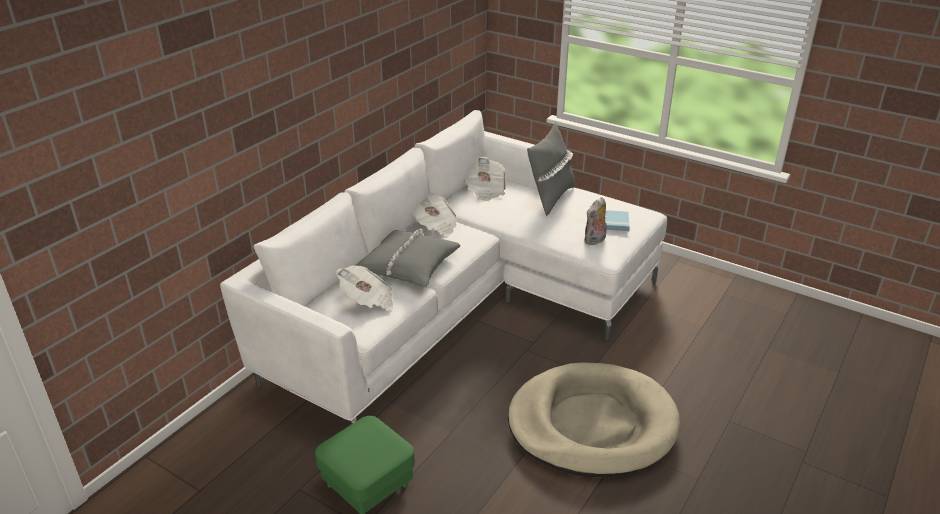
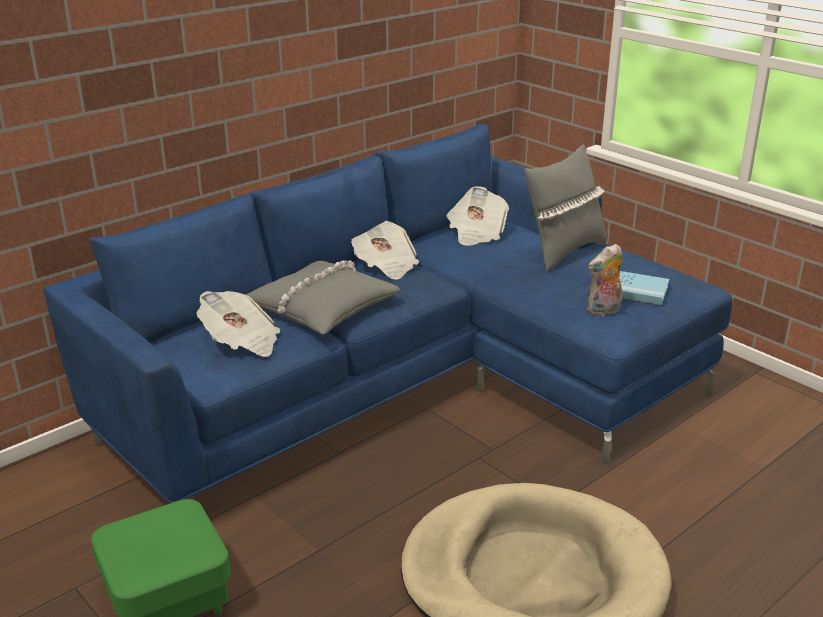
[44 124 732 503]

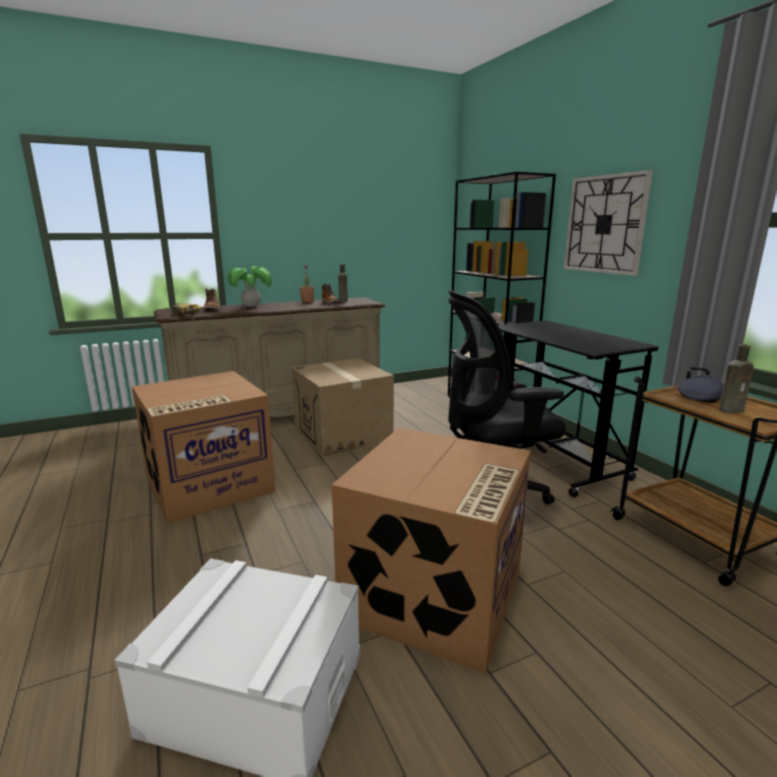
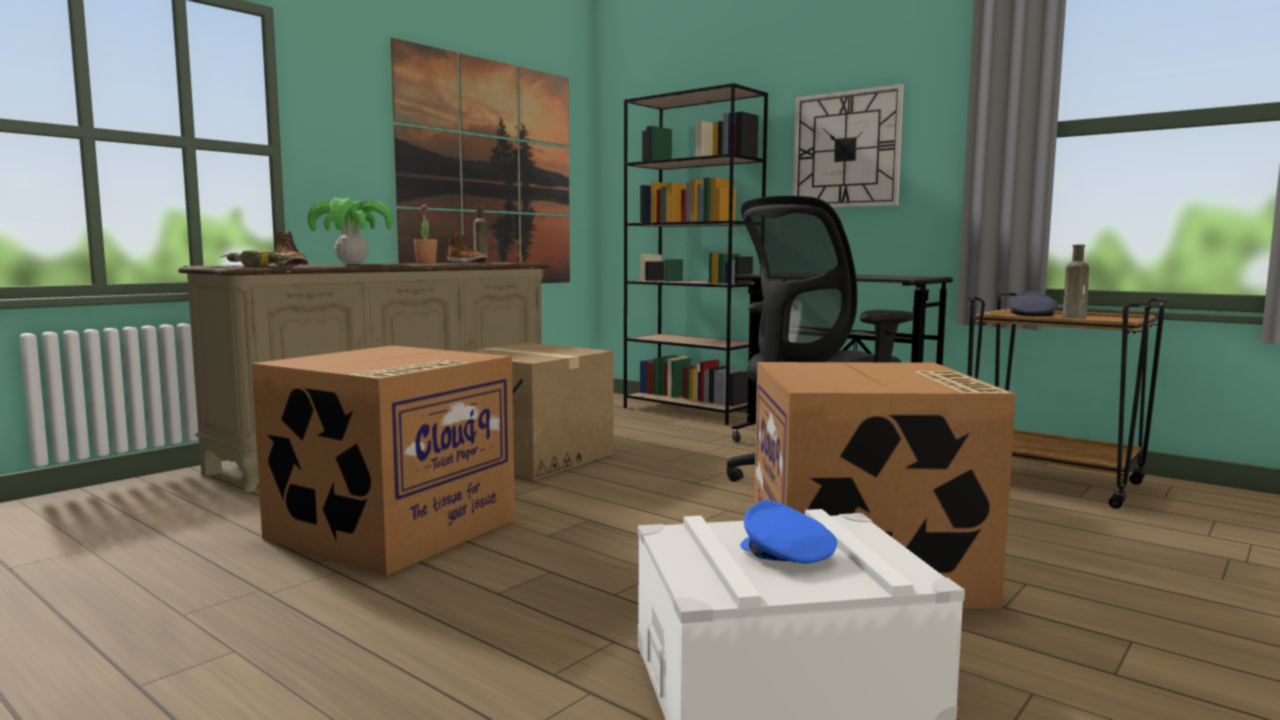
[390 38 570 283]
[740 500 837 564]

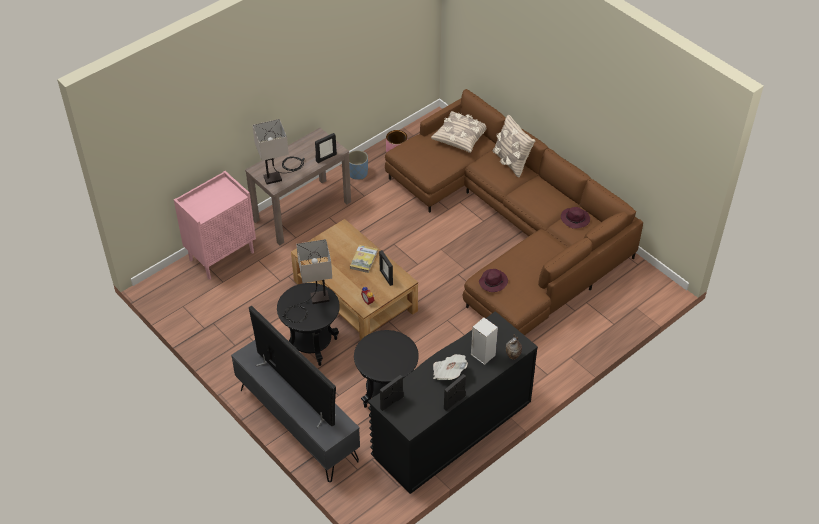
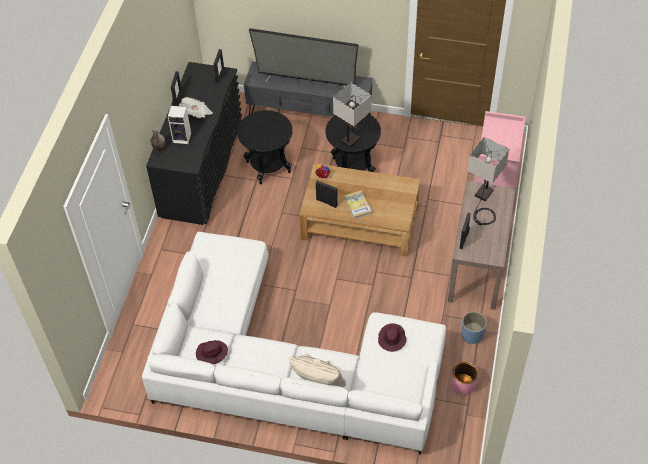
[142 232 446 455]
[431 111 486 153] (first image)
[378 323 407 352]

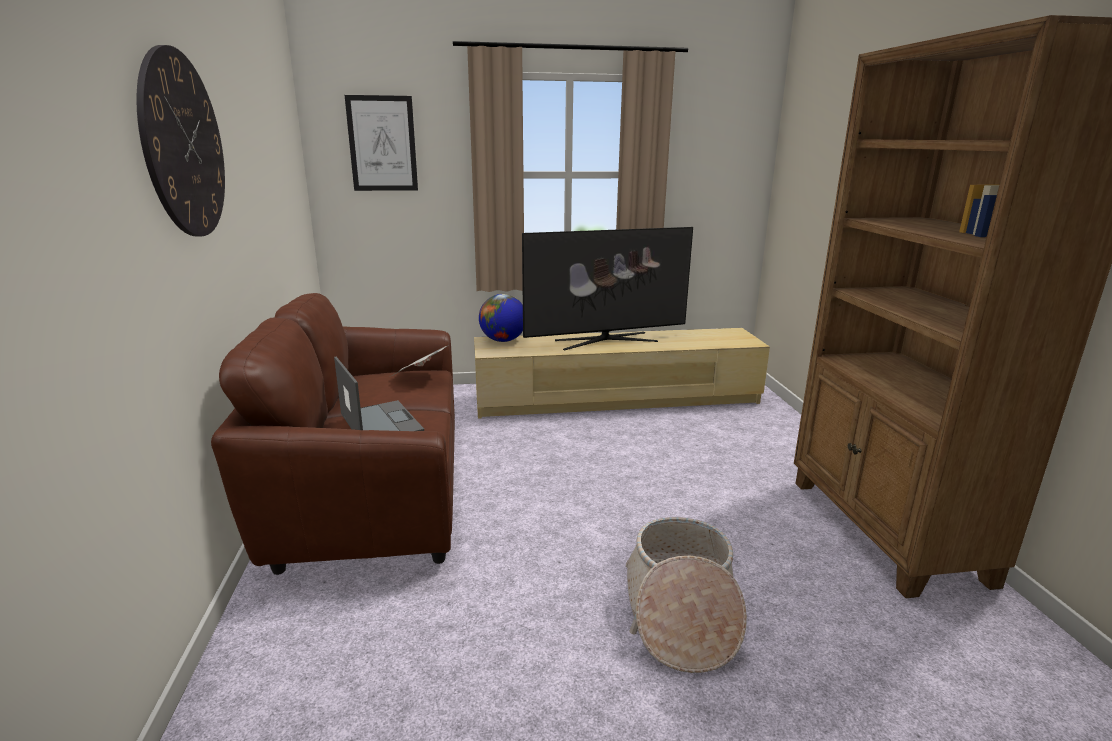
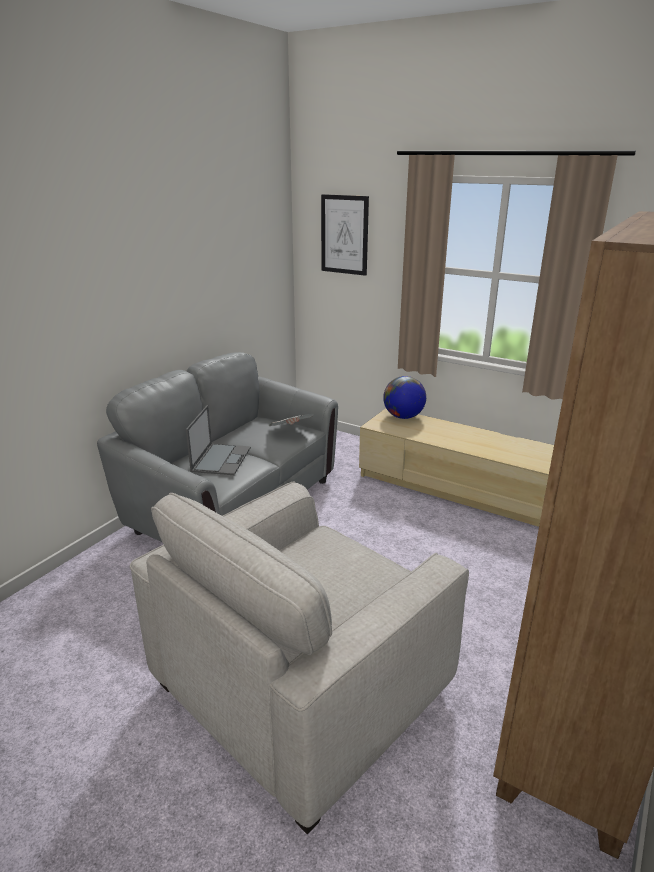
[136 45 225 237] (first image)
[522 227 693 350] (first image)
[97 352 338 542]
[130 481 469 834]

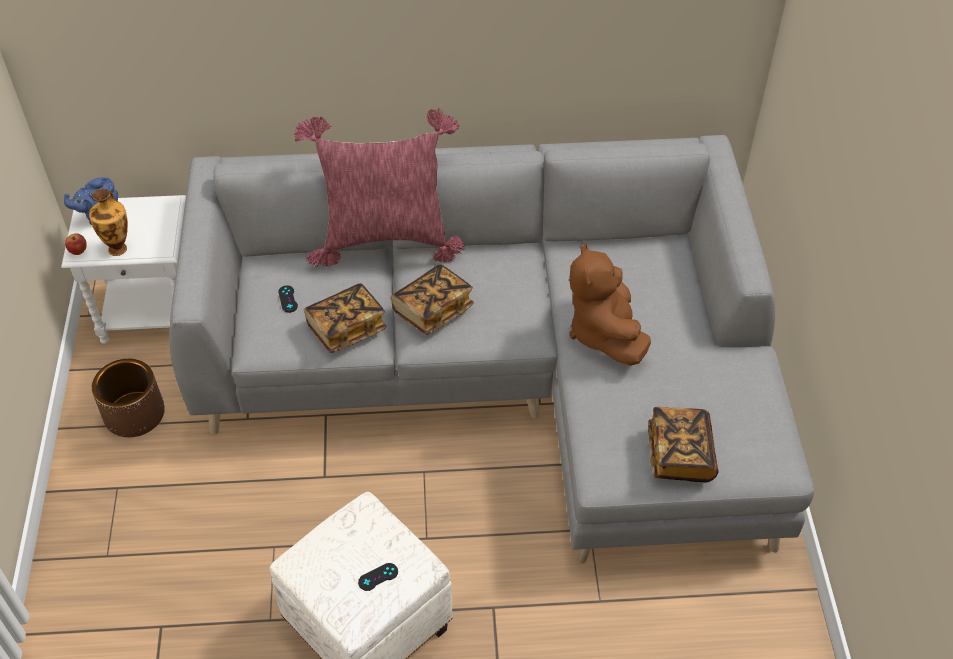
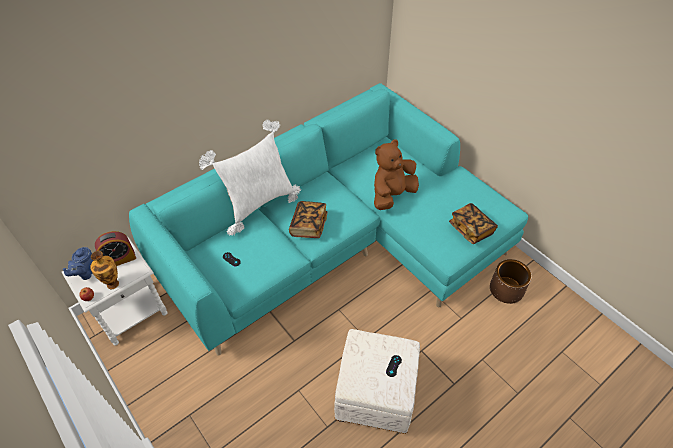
[199 119 302 236]
[129 83 528 356]
[374 140 419 210]
[304 284 386 353] (first image)
[490 259 532 304]
[95 231 136 266]

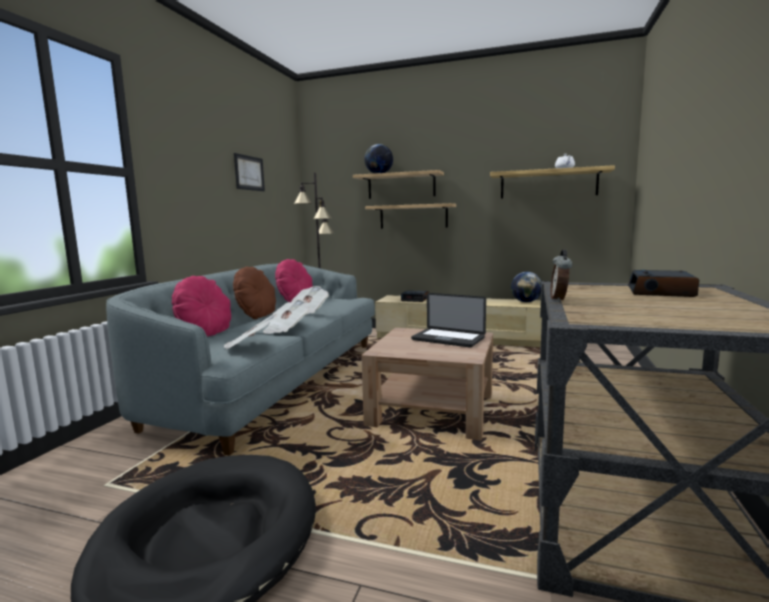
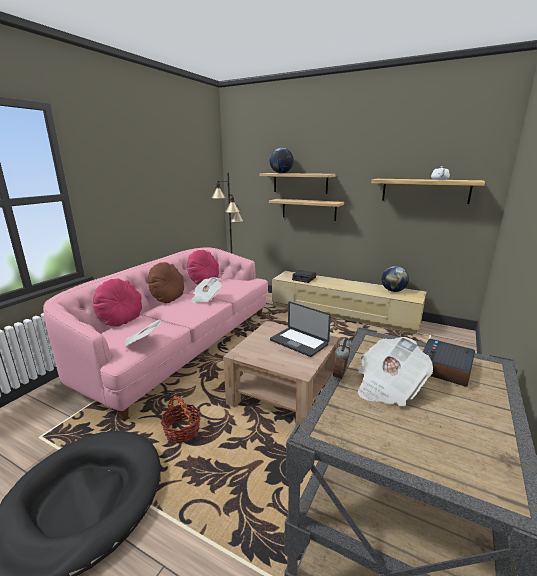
[234 153 265 191] (first image)
[43 247 268 421]
[358 337 433 406]
[161 396 201 443]

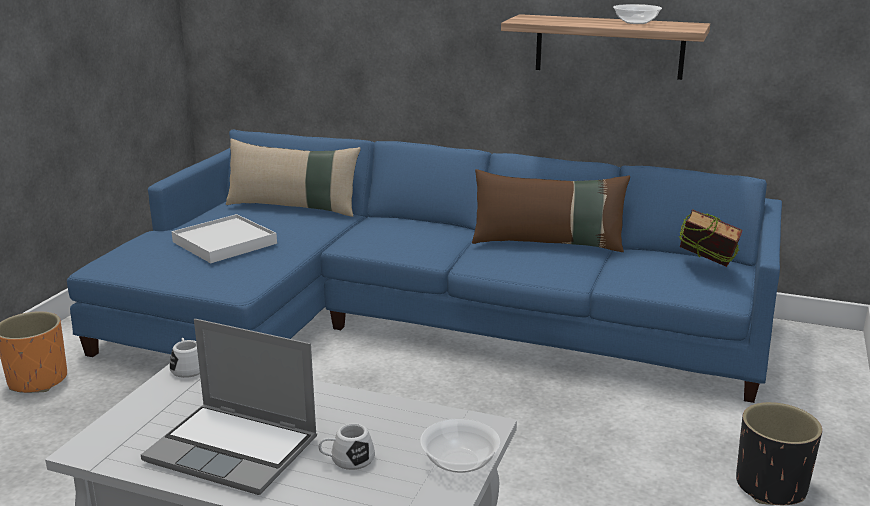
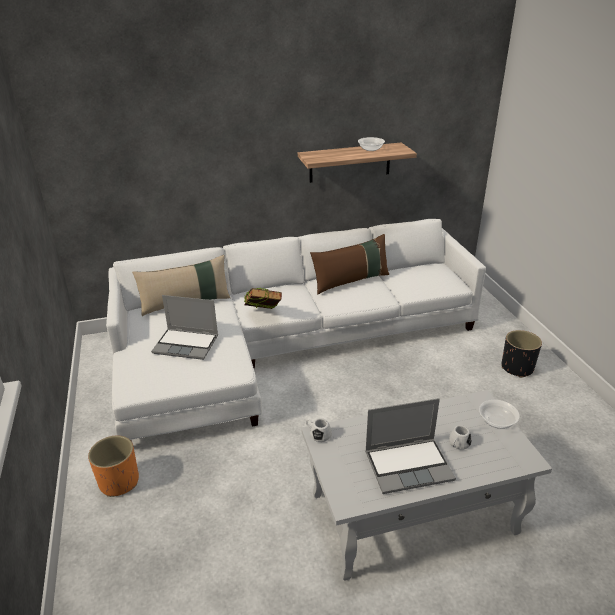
[106 219 486 441]
[244 288 282 309]
[151 295 218 360]

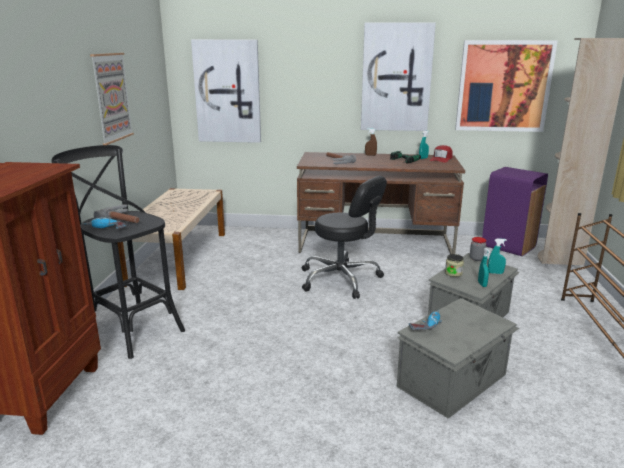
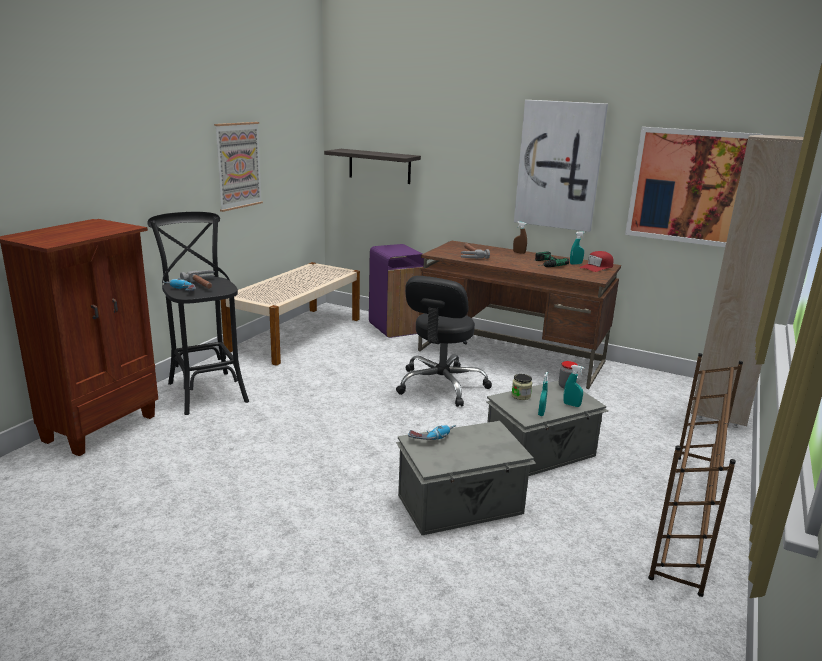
[324 149 421 184]
[369 244 424 338]
[396 276 492 407]

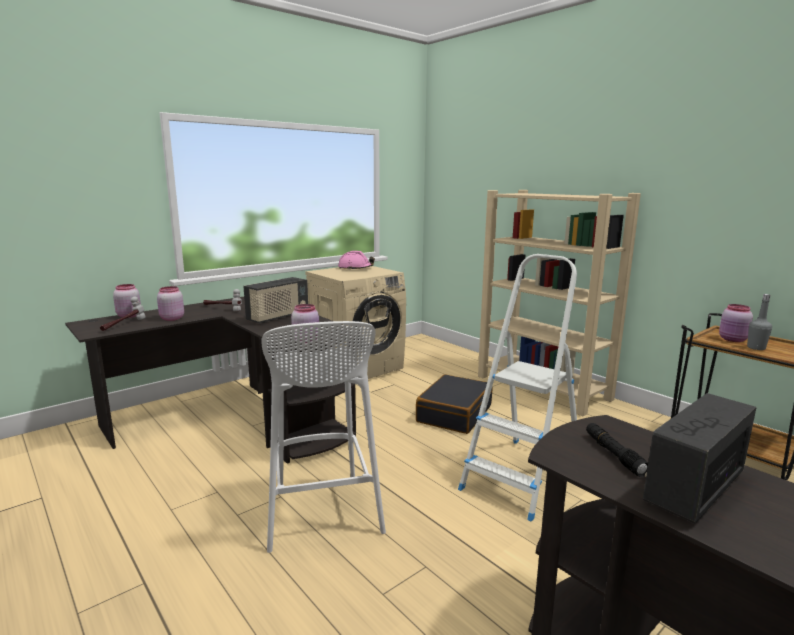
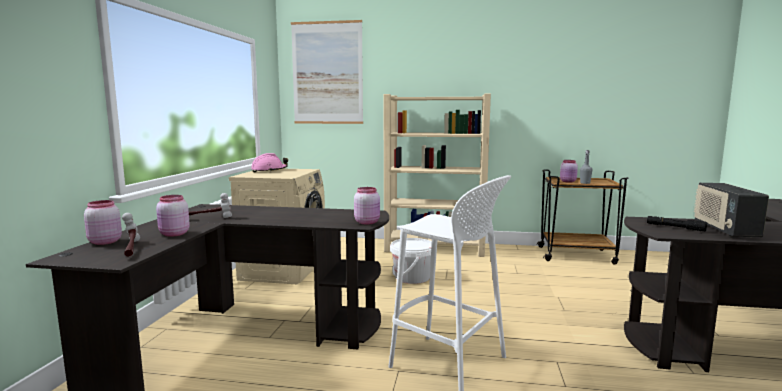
[458 254 577 521] (first image)
[244 277 308 323] (first image)
[390 238 432 284]
[291 20 363 124]

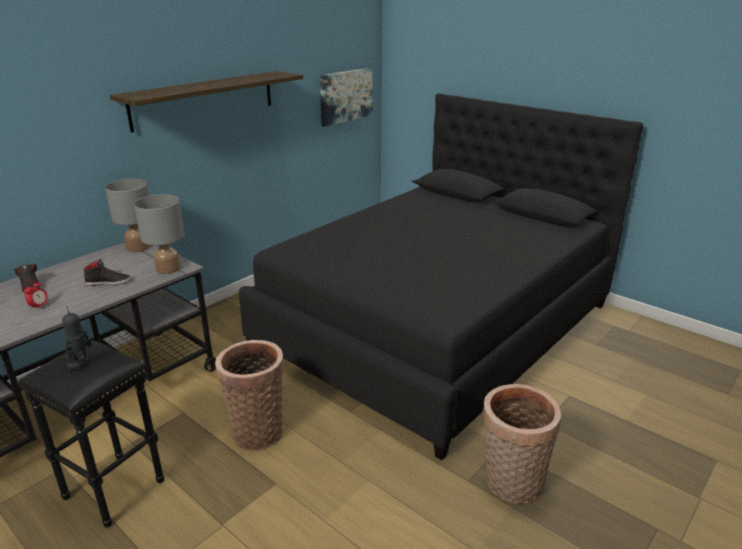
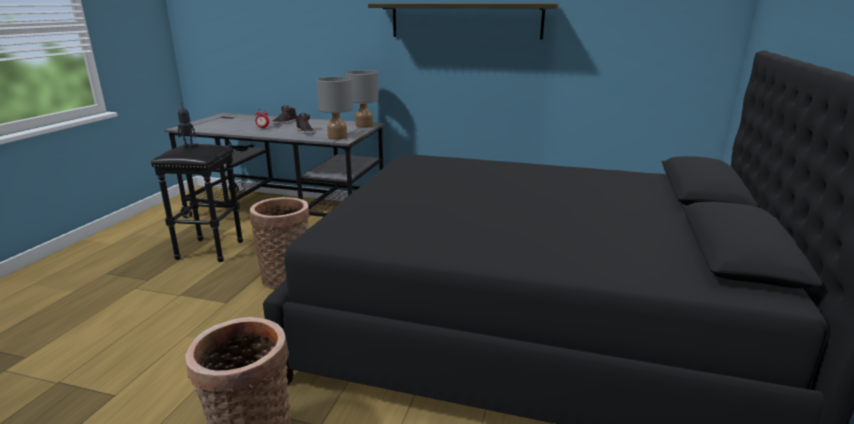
[320 68 372 127] (first image)

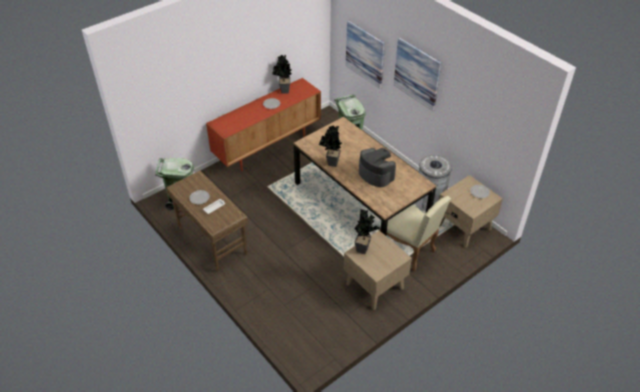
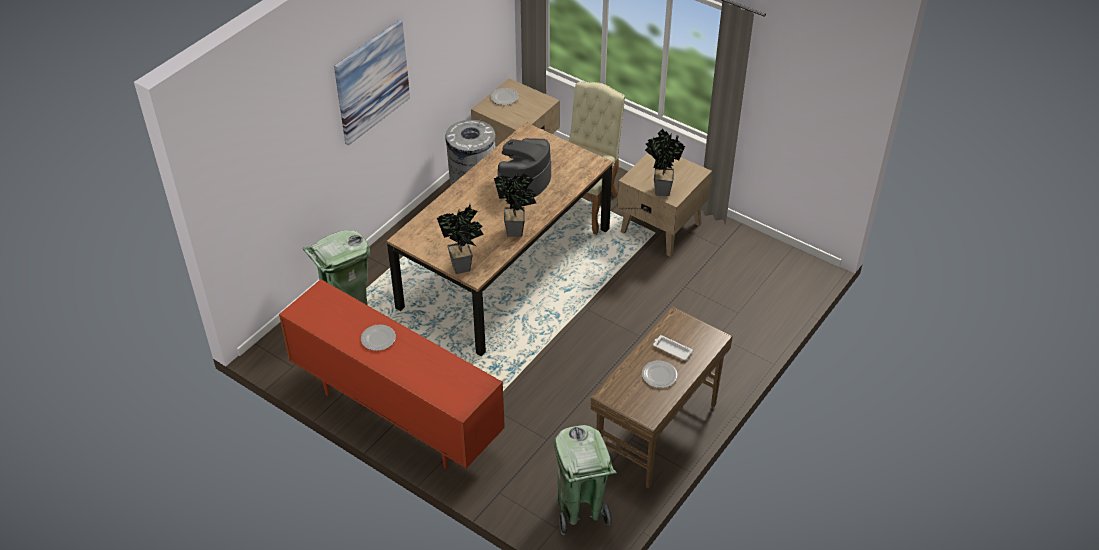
[346 20 385 89] (first image)
[437 204 484 274]

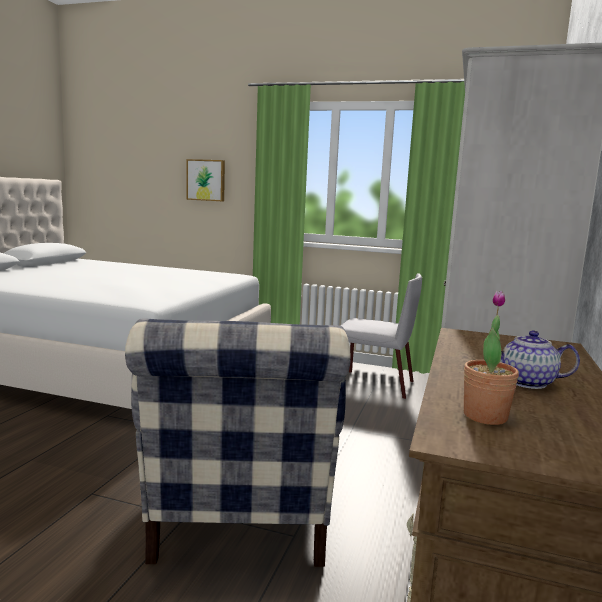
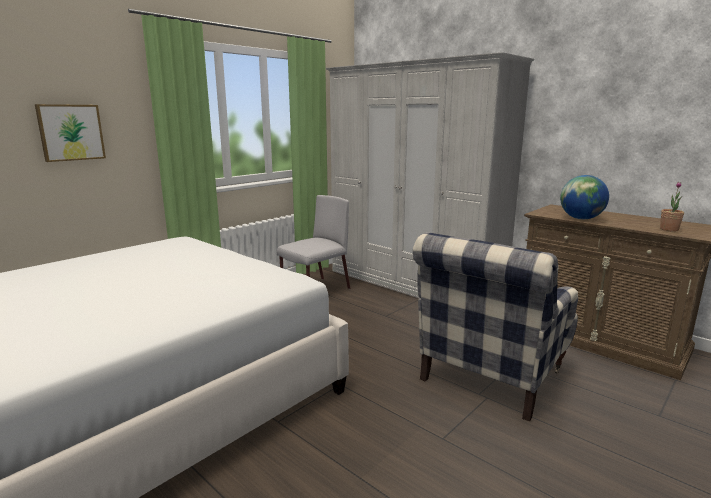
[413 232 578 422]
[500 331 580 389] (first image)
[560 175 609 219]

